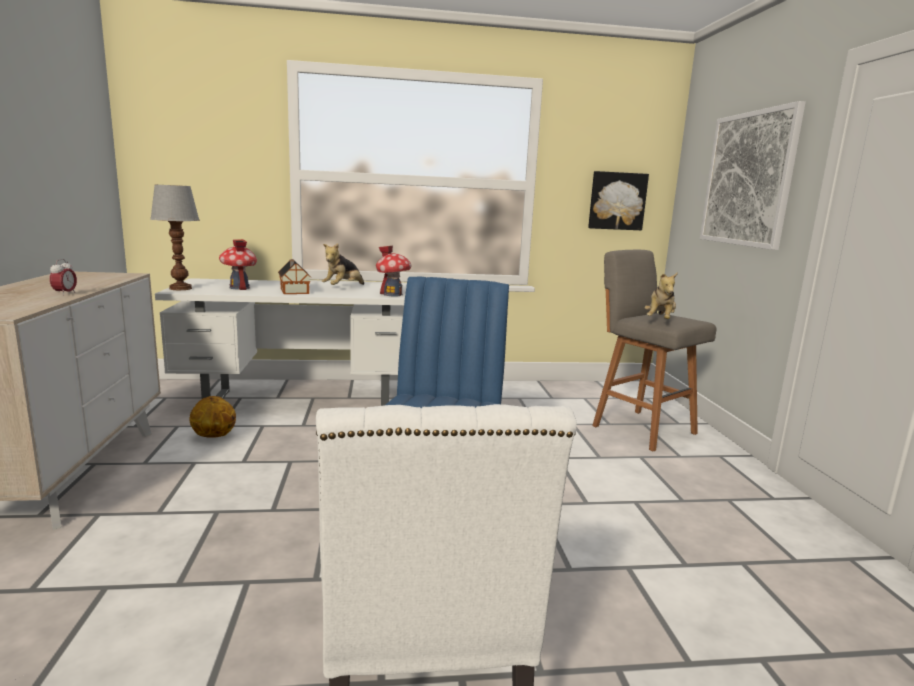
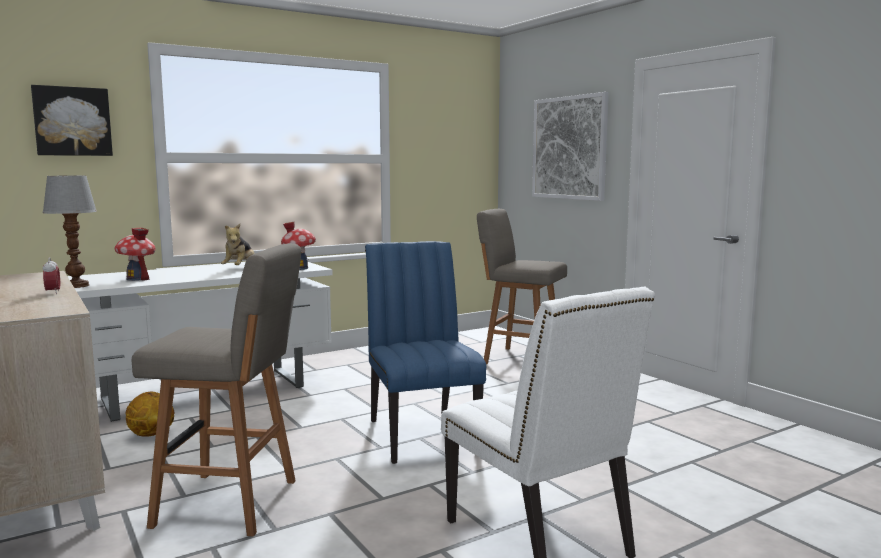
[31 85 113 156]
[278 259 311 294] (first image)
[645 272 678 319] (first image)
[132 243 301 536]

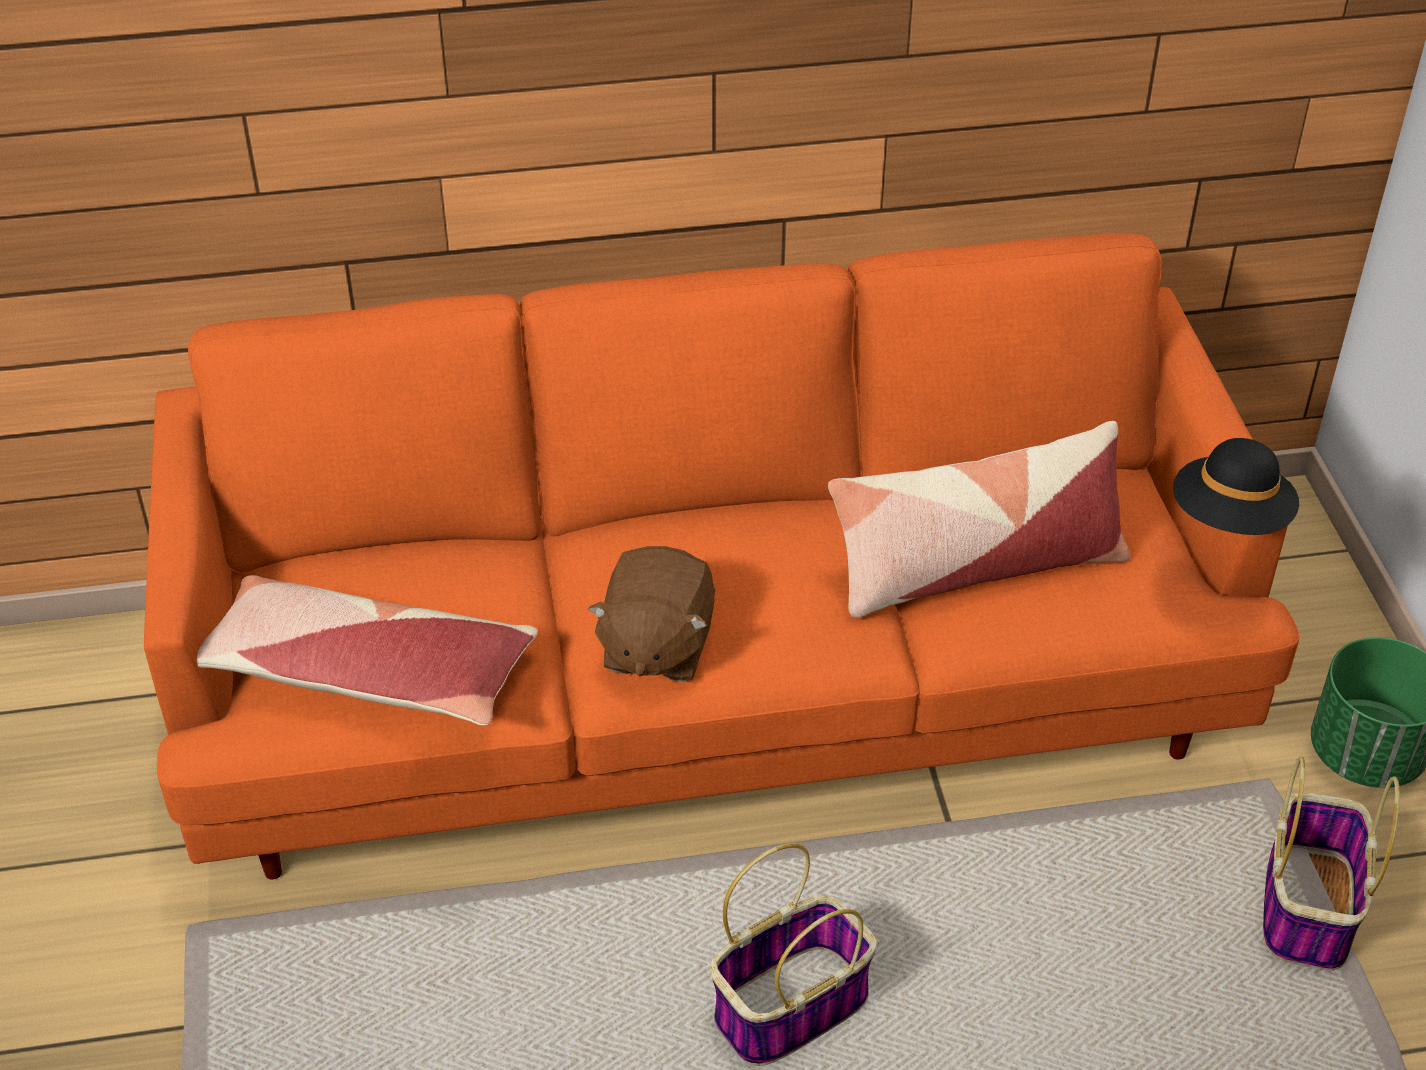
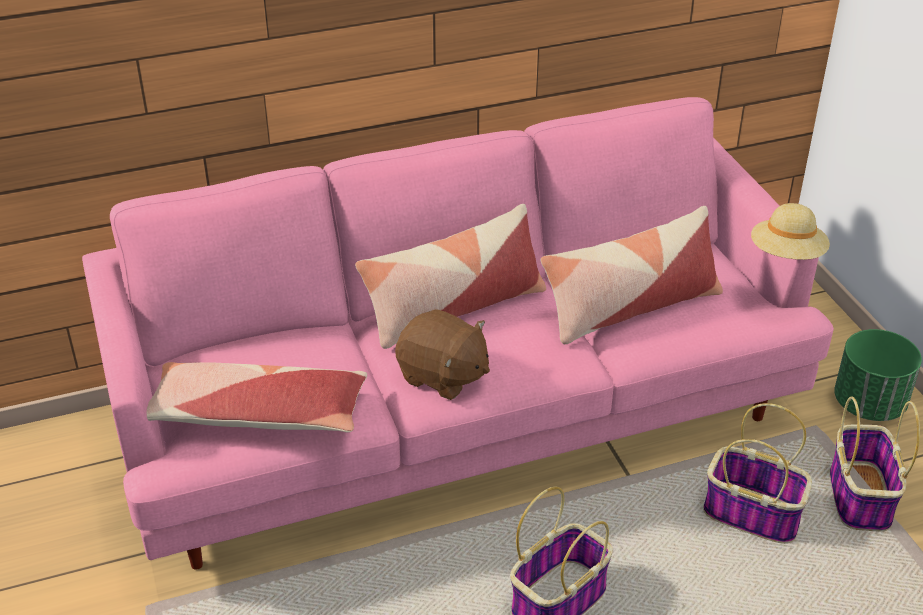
[82 97 834 570]
[751 203 830 260]
[395 309 490 400]
[355 204 546 349]
[703 403 812 544]

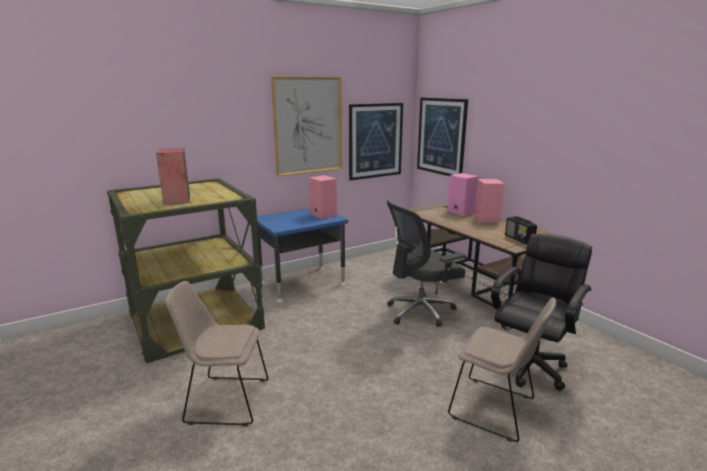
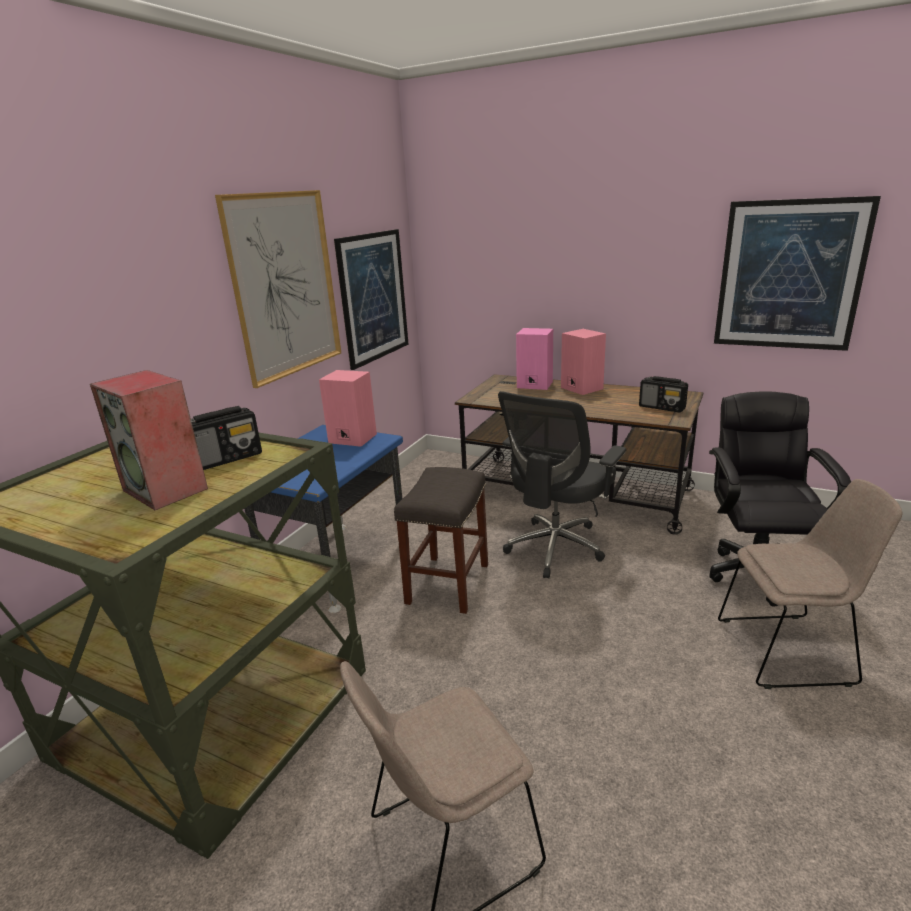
[714 196 881 351]
[191 406 262 470]
[394 467 488 614]

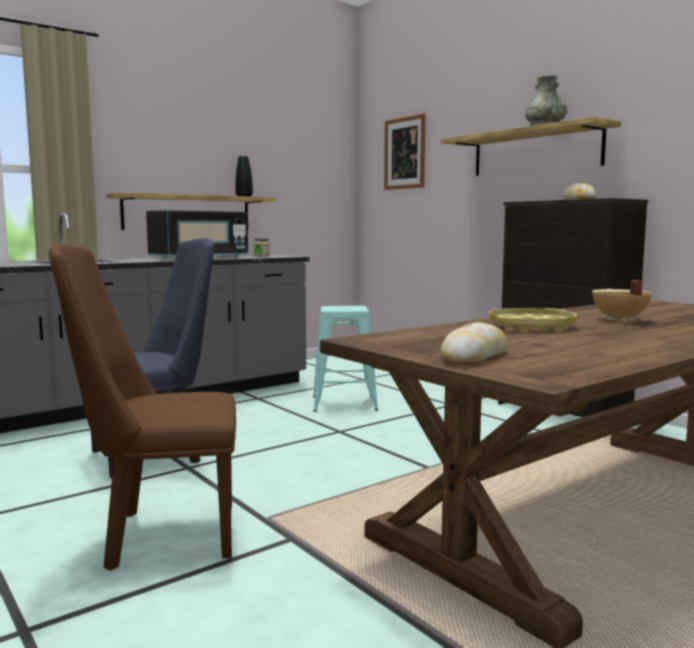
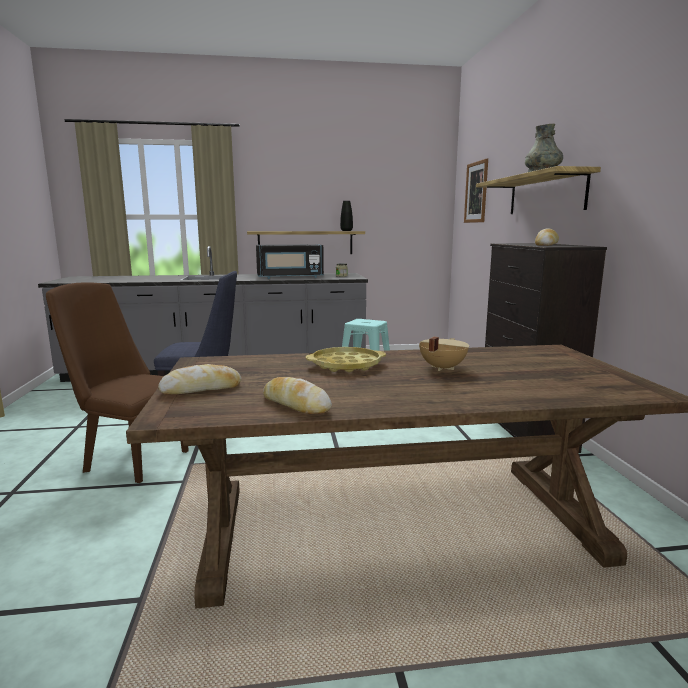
[263 377 332 414]

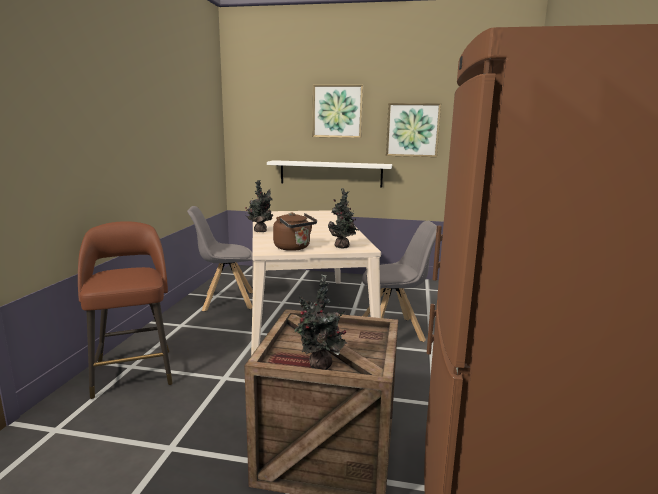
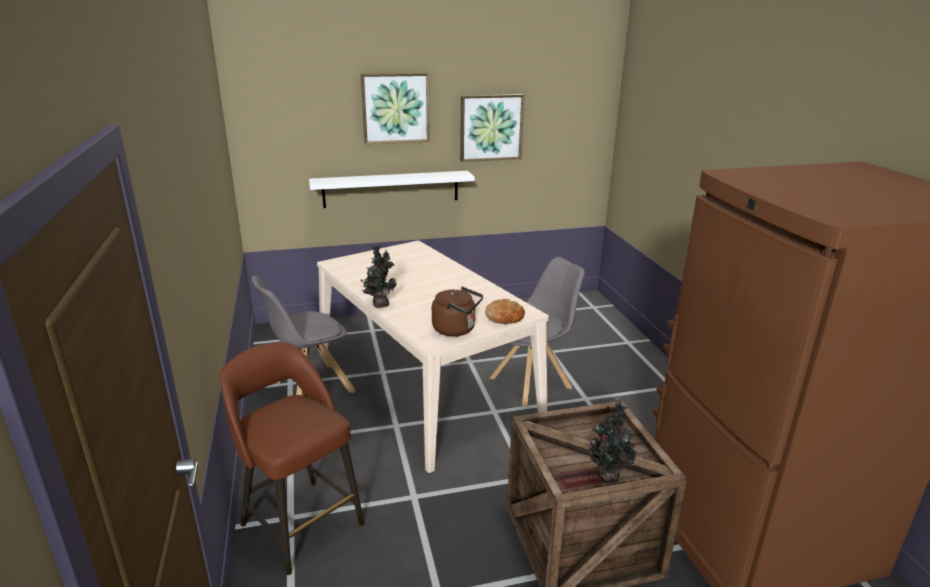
[485 299 525 324]

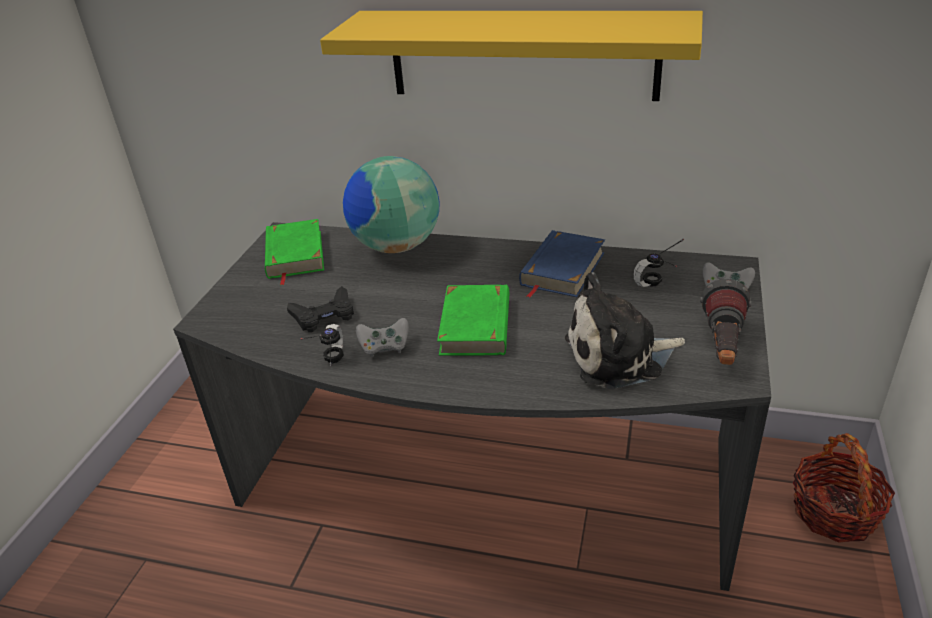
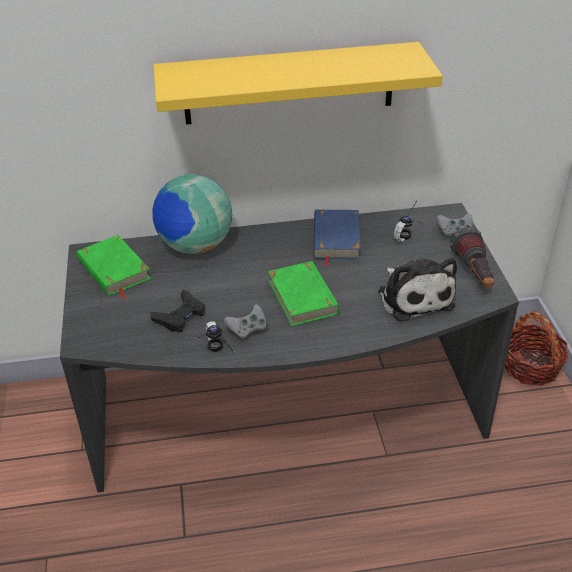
[378 258 457 322]

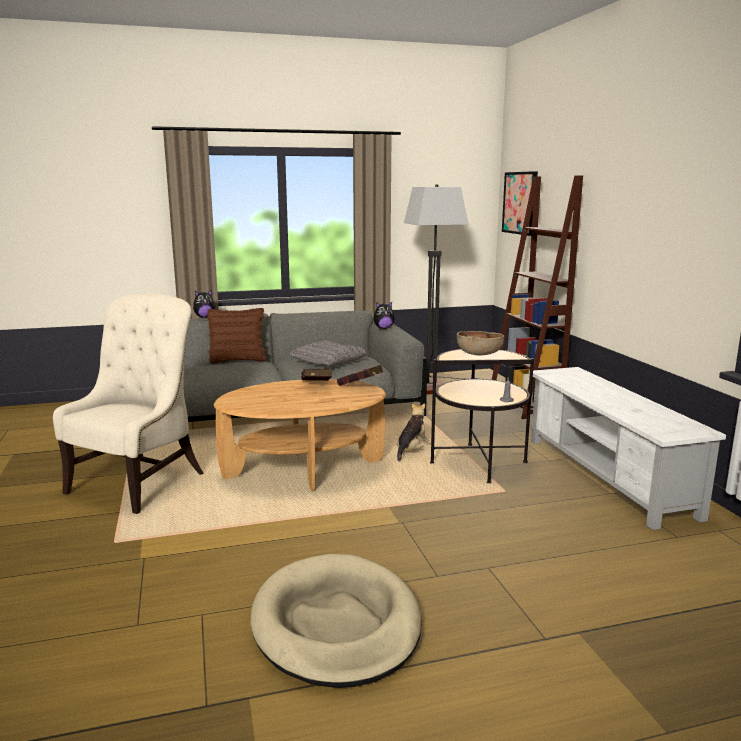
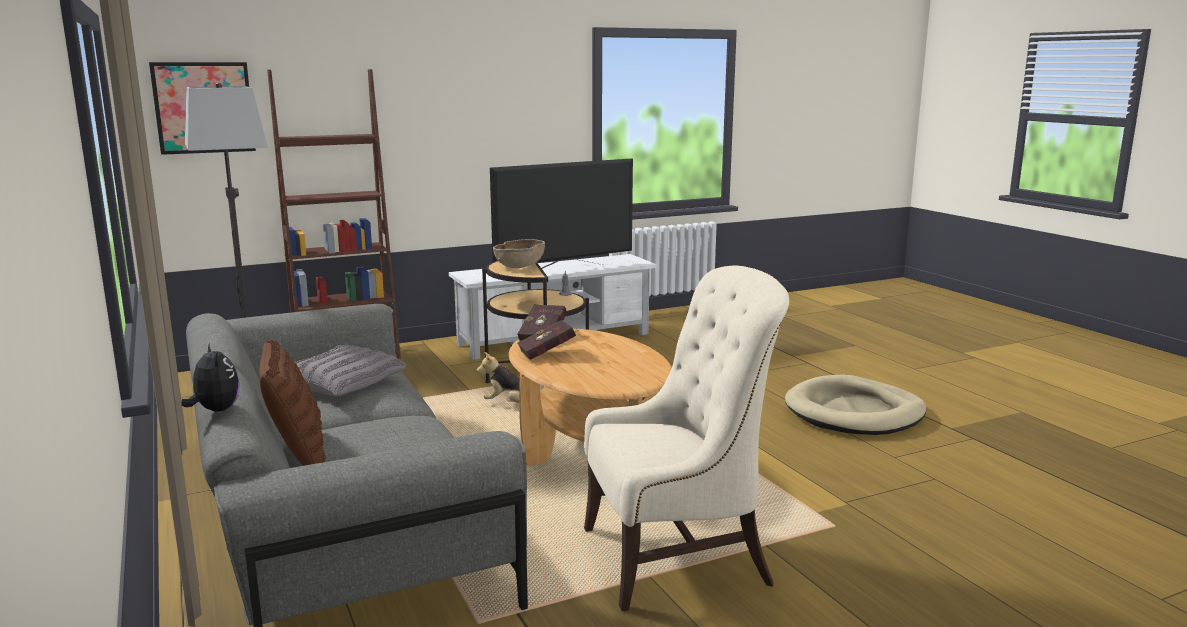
[584 265 789 611]
[374 302 395 329] (first image)
[490 158 633 269]

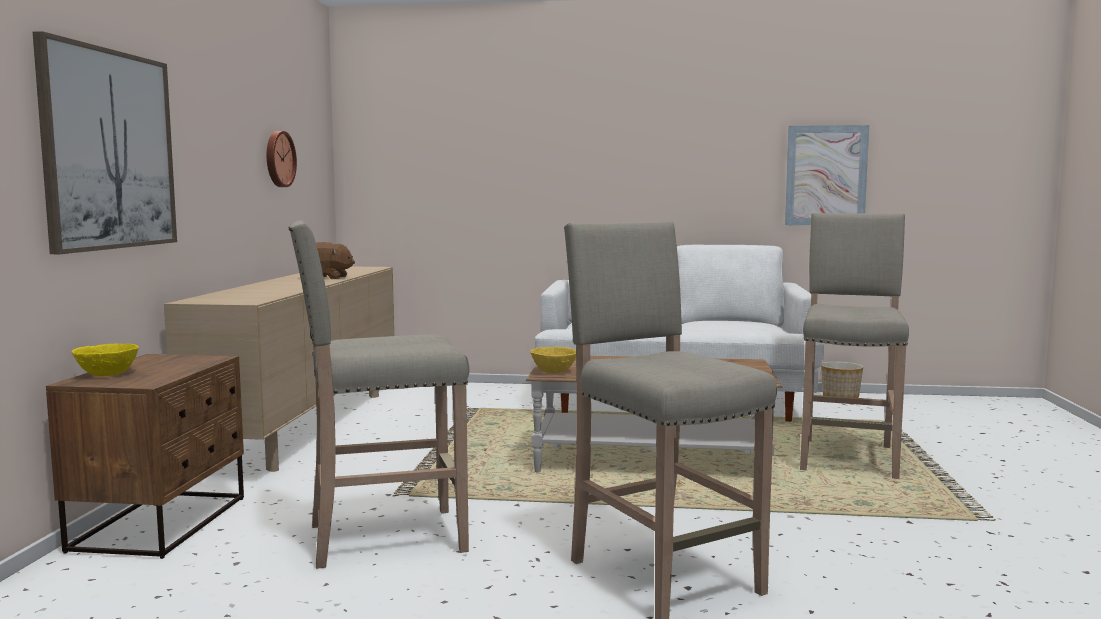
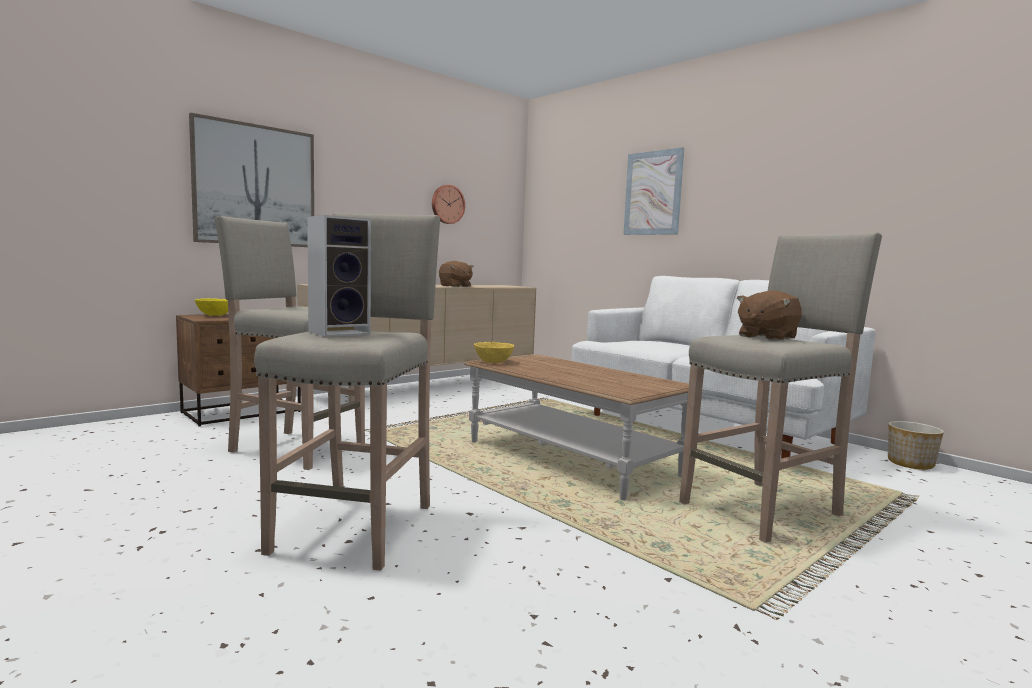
[623 147 684 235]
[307 215 371 337]
[737 290 802 341]

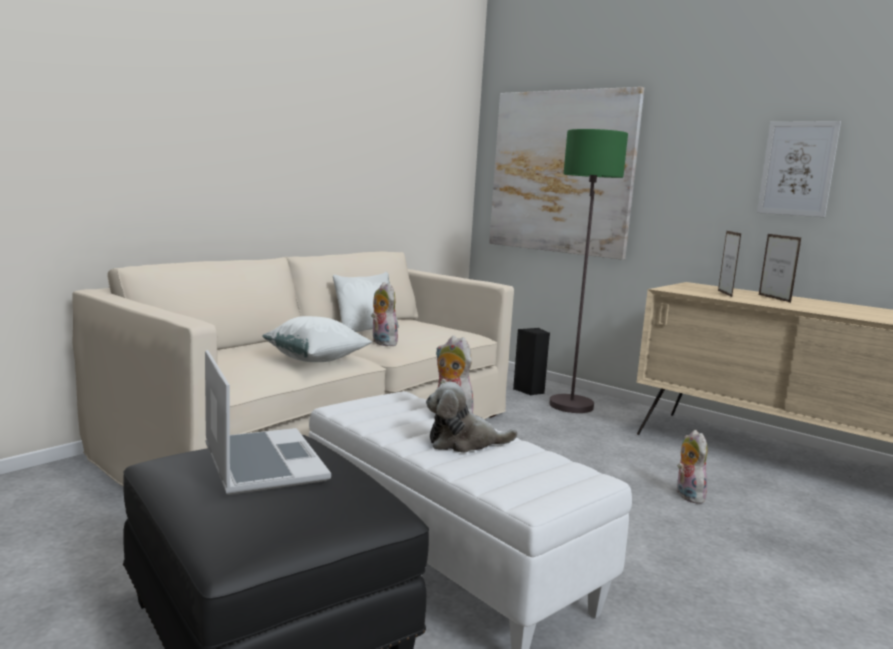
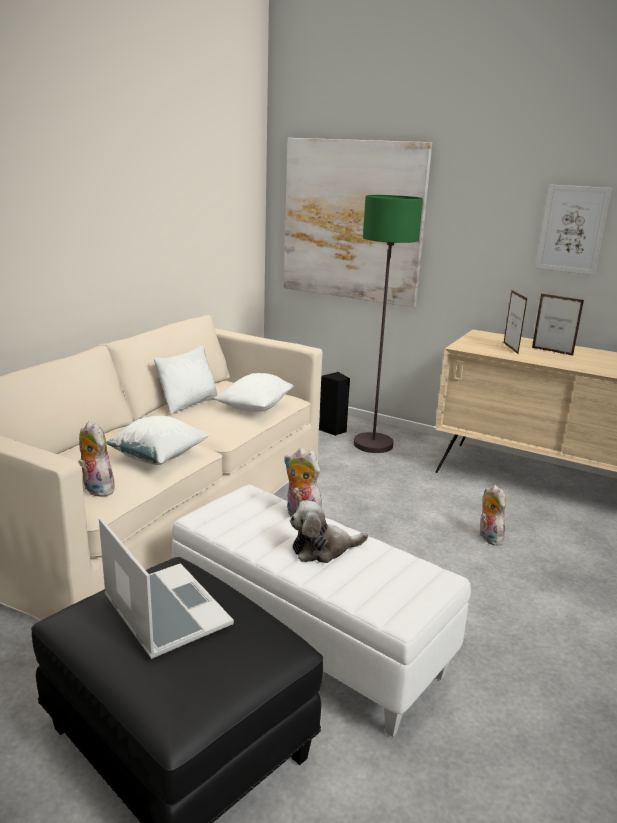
[532 294 584 356]
[78 421 115 497]
[214 373 294 412]

